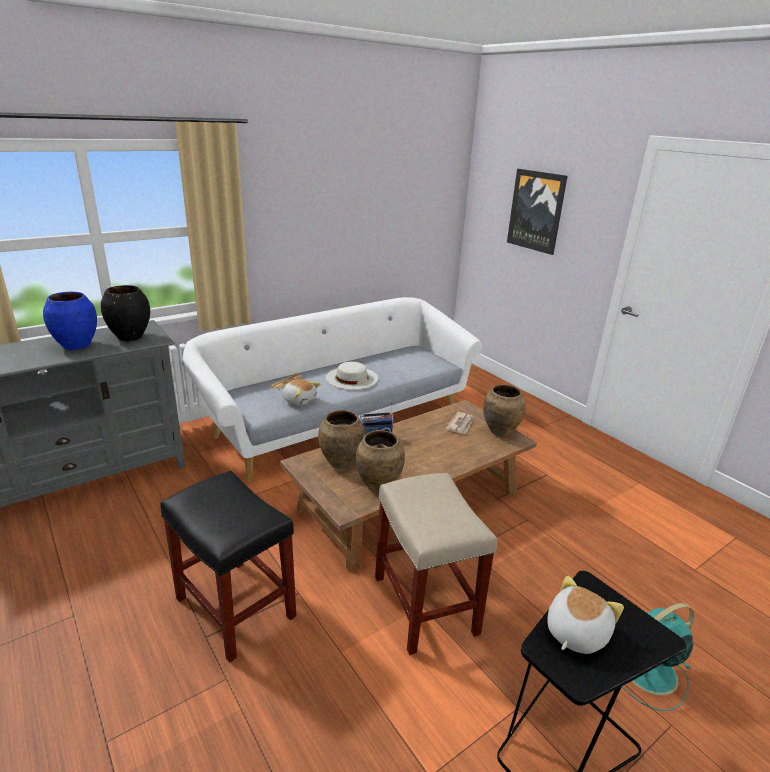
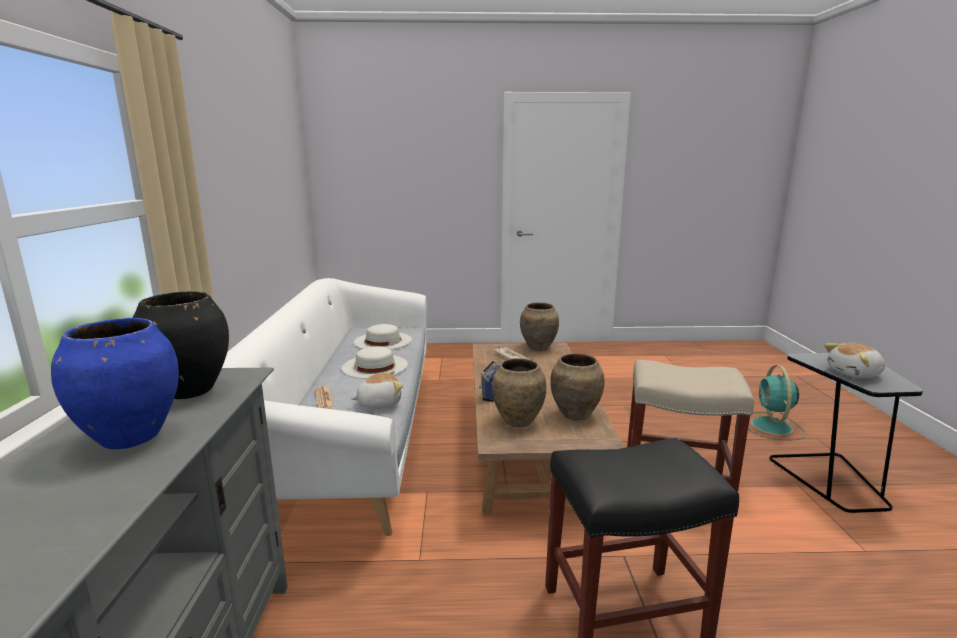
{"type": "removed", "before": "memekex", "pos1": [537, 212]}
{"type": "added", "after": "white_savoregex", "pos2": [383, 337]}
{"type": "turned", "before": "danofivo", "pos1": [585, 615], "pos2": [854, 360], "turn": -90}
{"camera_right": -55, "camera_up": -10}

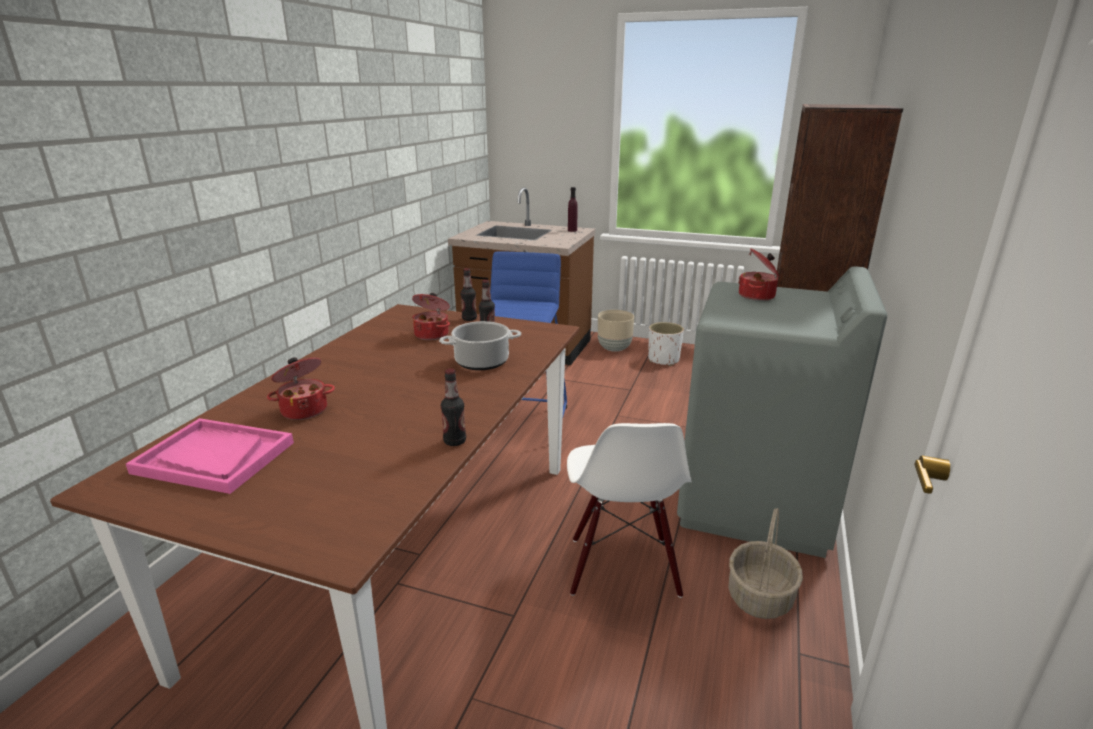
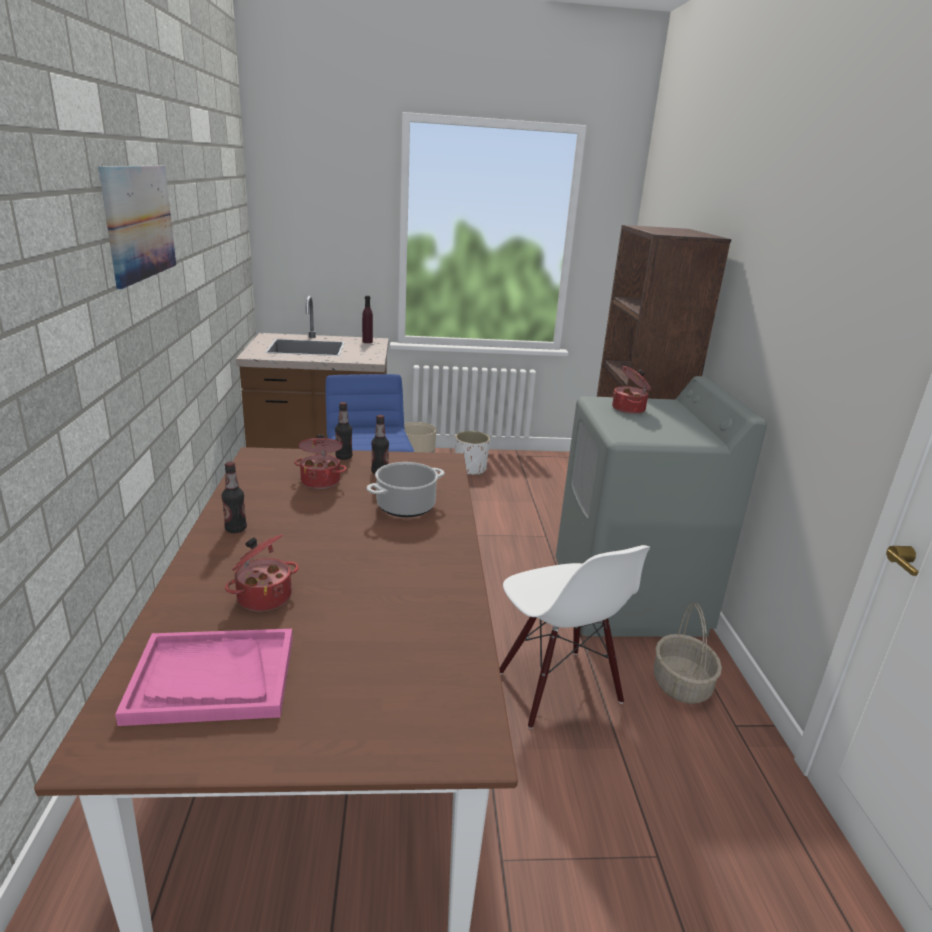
{"type": "added", "after": "memekex", "pos2": [137, 227]}
{"type": "moved", "before": "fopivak", "pos1": [453, 407], "pos2": [234, 497]}
{"camera_right": -25, "camera_up": 0}

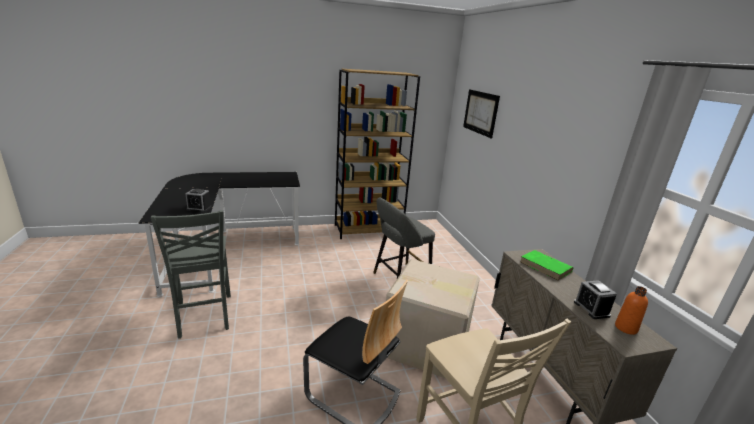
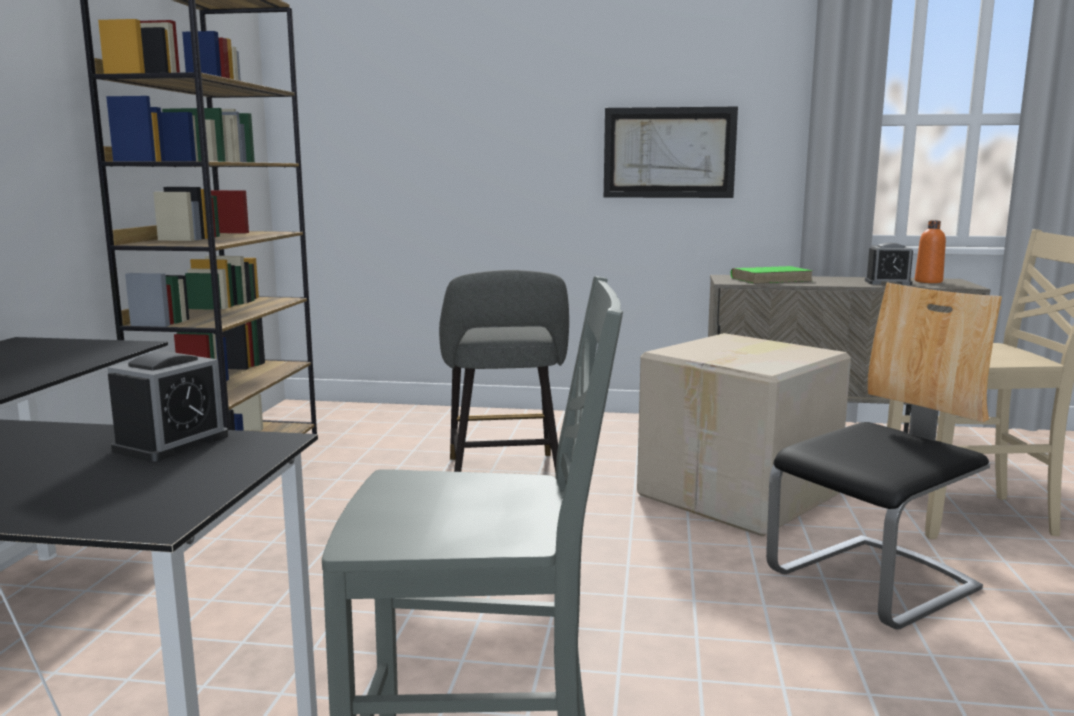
{"type": "moved", "before": "memekex", "pos1": [481, 113], "pos2": [671, 152]}
{"camera_right": -65, "camera_up": -10}

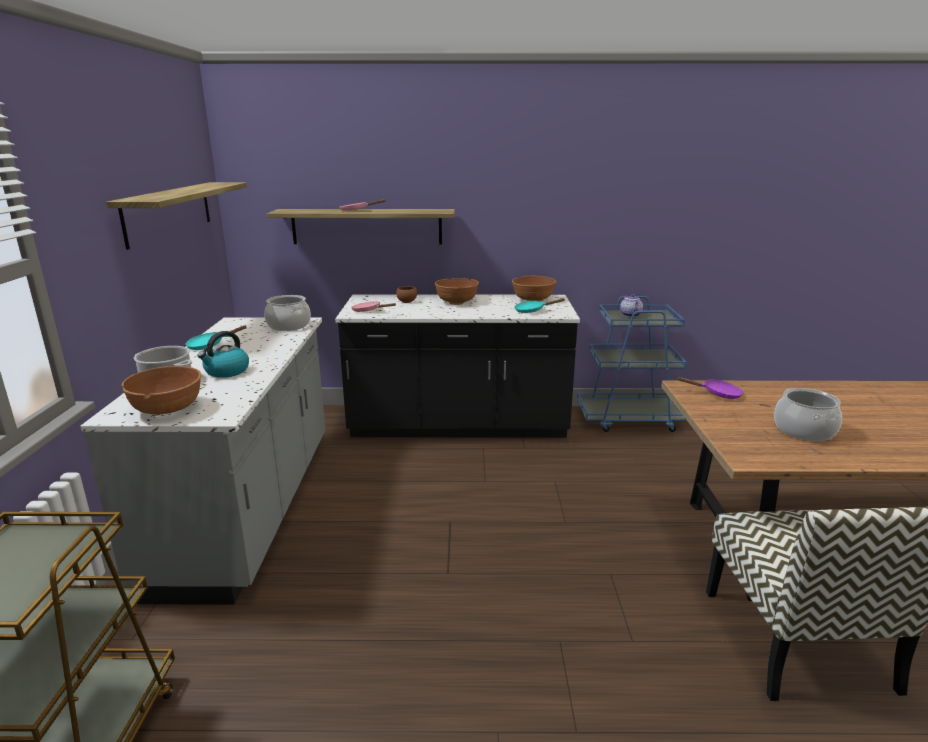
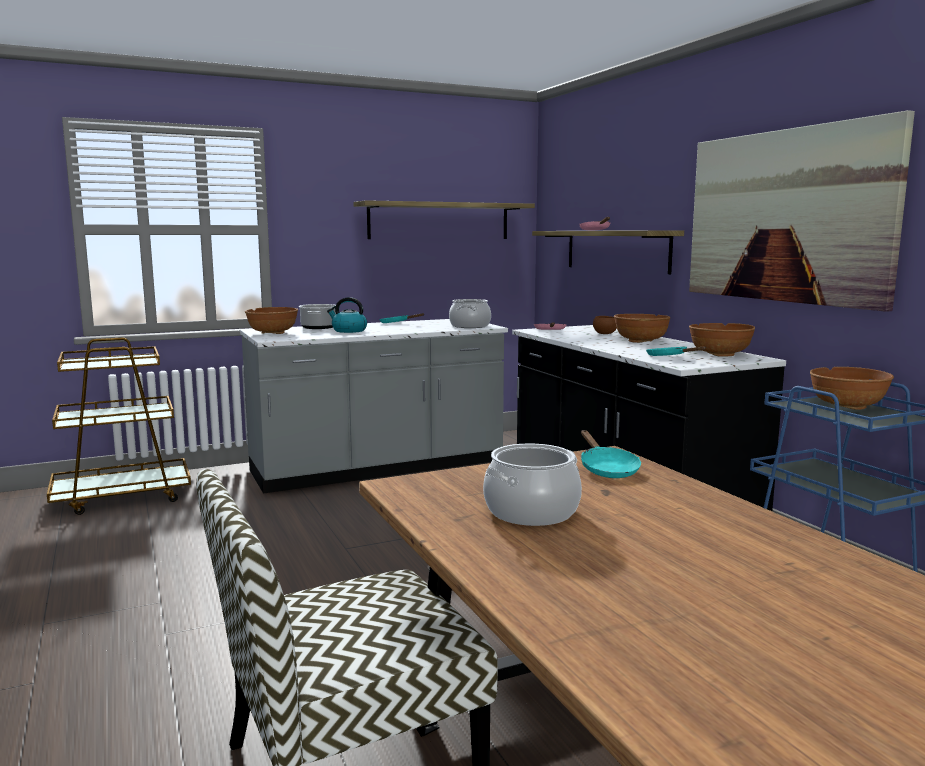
{"type": "added", "after": "memekex", "pos2": [802, 211]}
{"type": "replaced", "before": "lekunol", "after": "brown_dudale", "pos1": [631, 305], "pos2": [852, 388]}
{"type": "recoloured", "before": "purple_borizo", "after": "turquoise_borizo", "pos1": [709, 388], "pos2": [611, 454]}
{"camera_right": 65, "camera_up": -10}

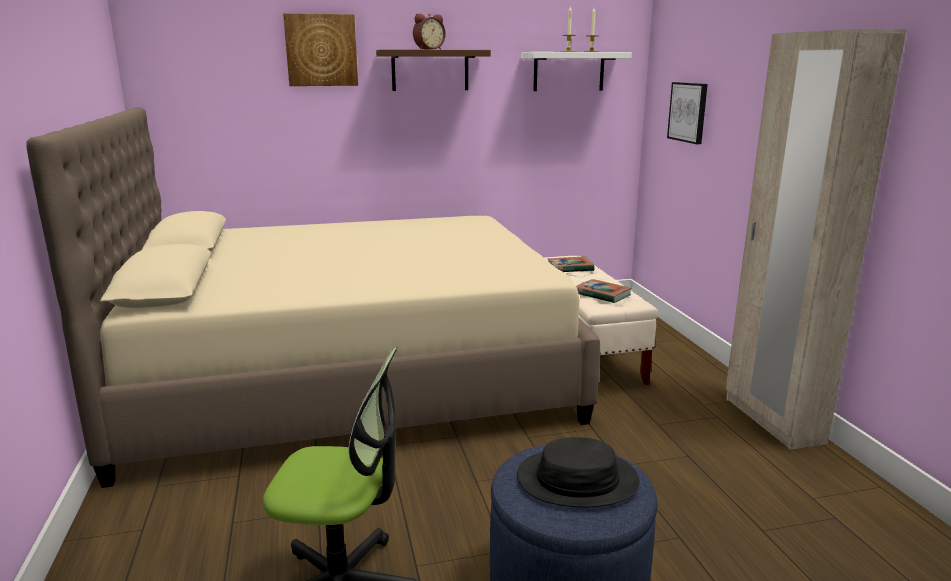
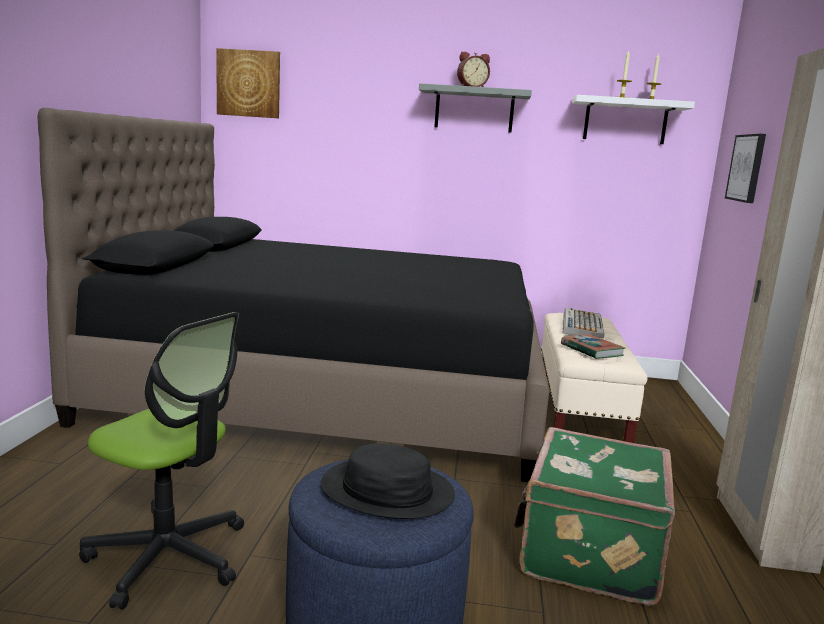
{"type": "added", "after": "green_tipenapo", "pos2": [594, 516]}
{"type": "moved", "before": "memekex", "pos1": [320, 49], "pos2": [248, 83]}
{"type": "replaced", "before": "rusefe", "after": "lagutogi", "pos1": [571, 264], "pos2": [583, 323]}
{"type": "recoloured", "before": "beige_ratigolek", "after": "black_ratigolek", "pos1": [313, 297], "pos2": [293, 295]}
{"type": "recoloured", "before": "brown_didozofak", "after": "grey_didozofak", "pos1": [433, 70], "pos2": [475, 107]}
{"camera_right": 20, "camera_up": -5}

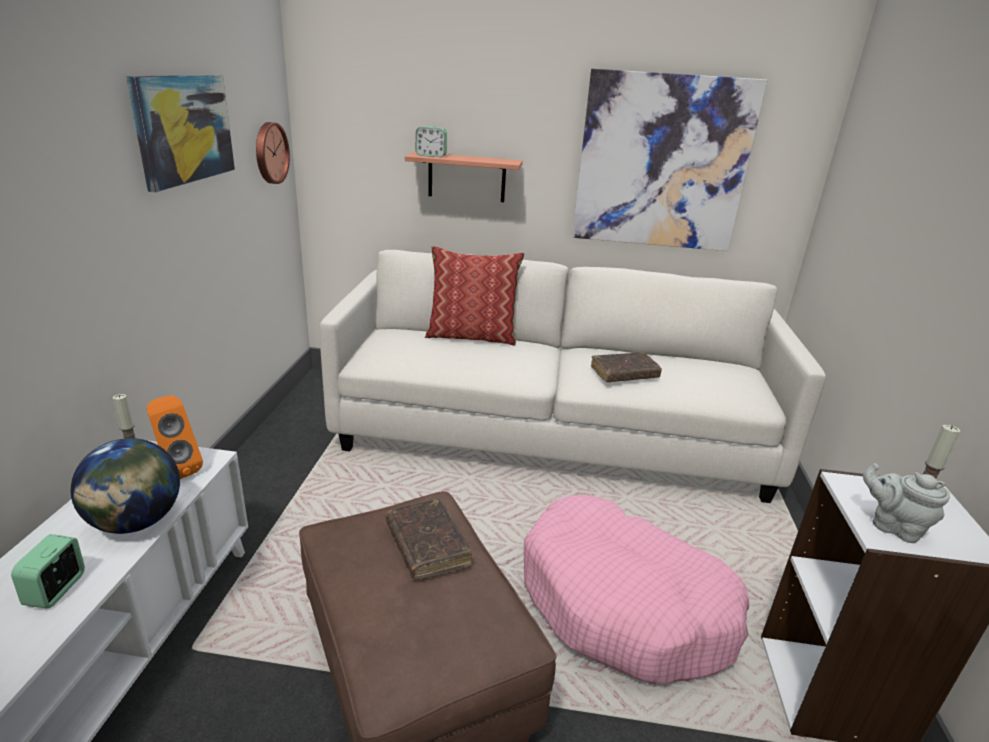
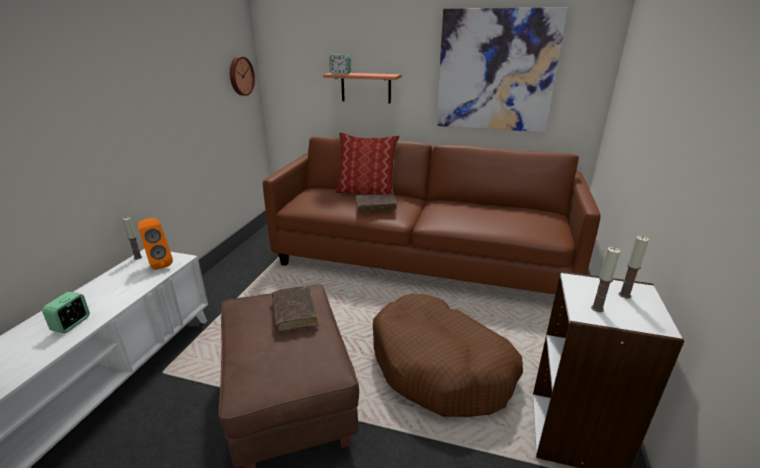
{"type": "removed", "before": "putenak", "pos1": [125, 486]}
{"type": "removed", "before": "memekex", "pos1": [180, 133]}
{"type": "moved", "before": "brown_rusefe", "pos1": [626, 367], "pos2": [376, 203]}
{"type": "replaced", "before": "grey_lekunol", "after": "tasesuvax", "pos1": [906, 503], "pos2": [606, 279]}
{"type": "recoloured", "before": "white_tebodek", "after": "brown_tebodek", "pos1": [573, 376], "pos2": [431, 215]}
{"type": "recoloured", "before": "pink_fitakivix", "after": "brown_fitakivix", "pos1": [636, 589], "pos2": [448, 355]}
{"camera_right": 10, "camera_up": 0}

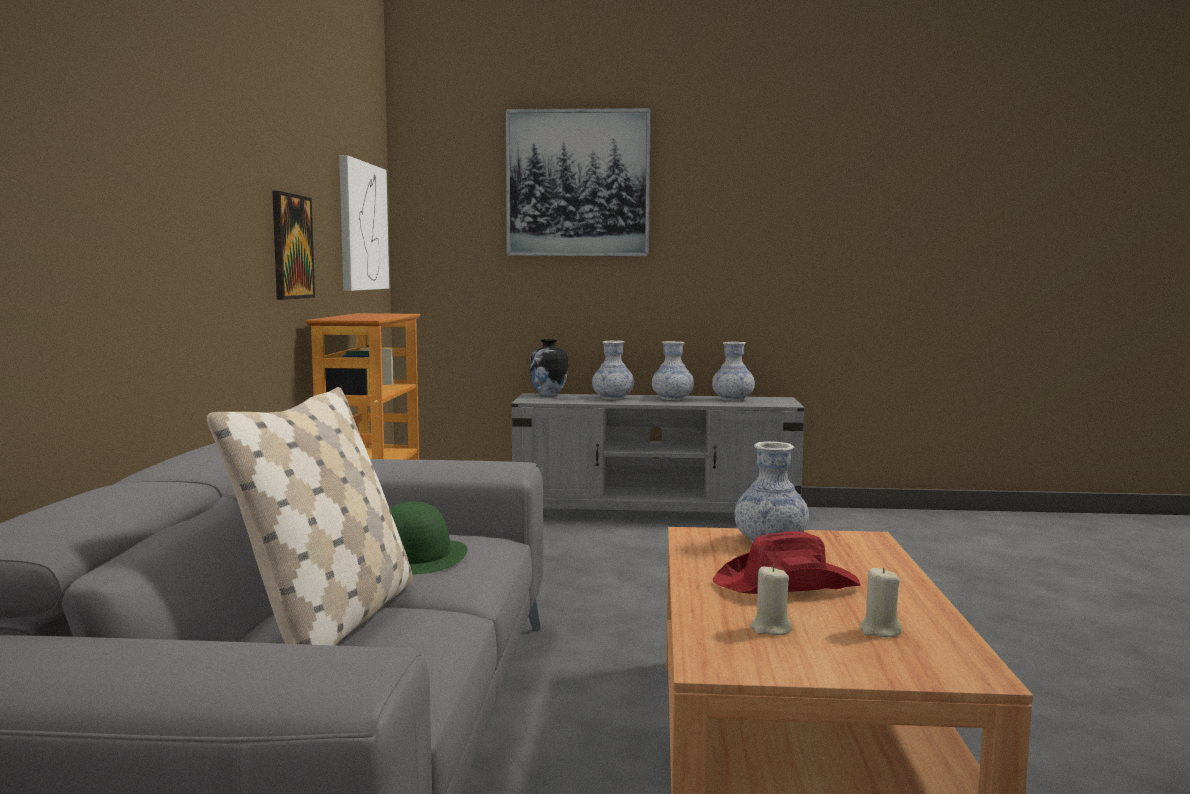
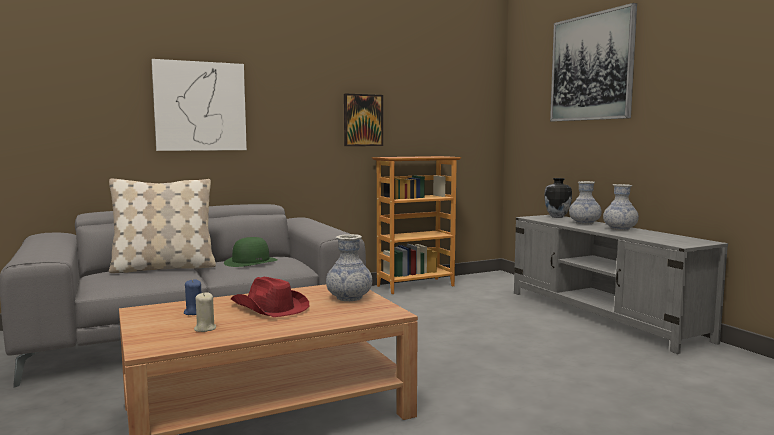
{"type": "removed", "before": "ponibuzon", "pos1": [733, 371]}
{"type": "moved", "before": "memekex", "pos1": [364, 223], "pos2": [199, 105]}
{"type": "recoloured", "before": "beige_tasesuvax", "after": "blue_tasesuvax", "pos1": [771, 600], "pos2": [192, 297]}
{"camera_right": 60, "camera_up": 0}

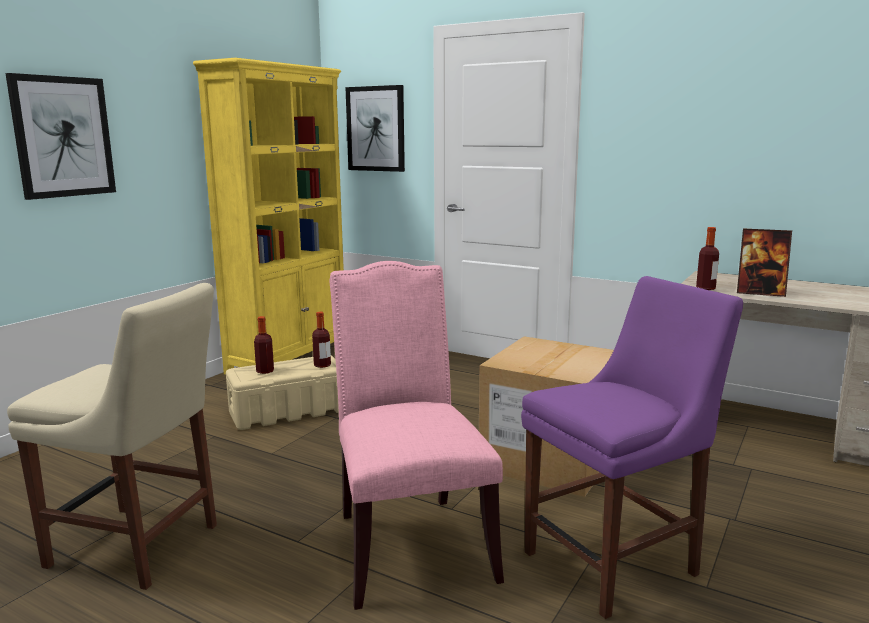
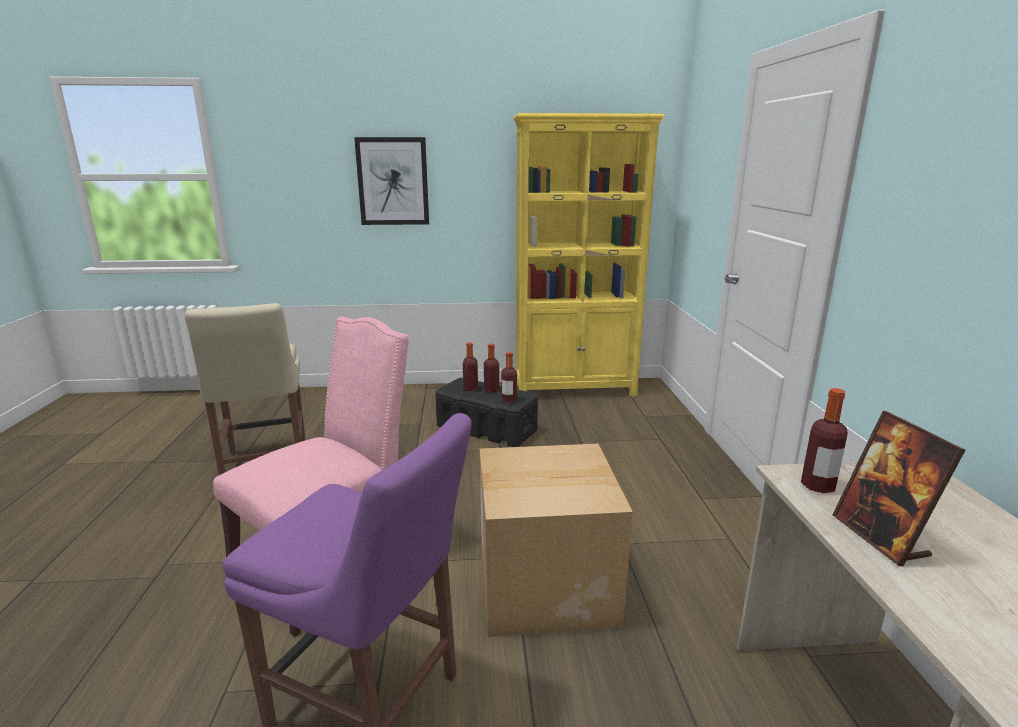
{"type": "removed", "before": "memekex", "pos1": [375, 128]}
{"type": "added", "after": "fopivak", "pos2": [491, 368]}
{"type": "recoloured", "before": "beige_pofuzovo", "after": "black_pofuzovo", "pos1": [282, 392], "pos2": [486, 412]}
{"camera_right": 55, "camera_up": 5}

